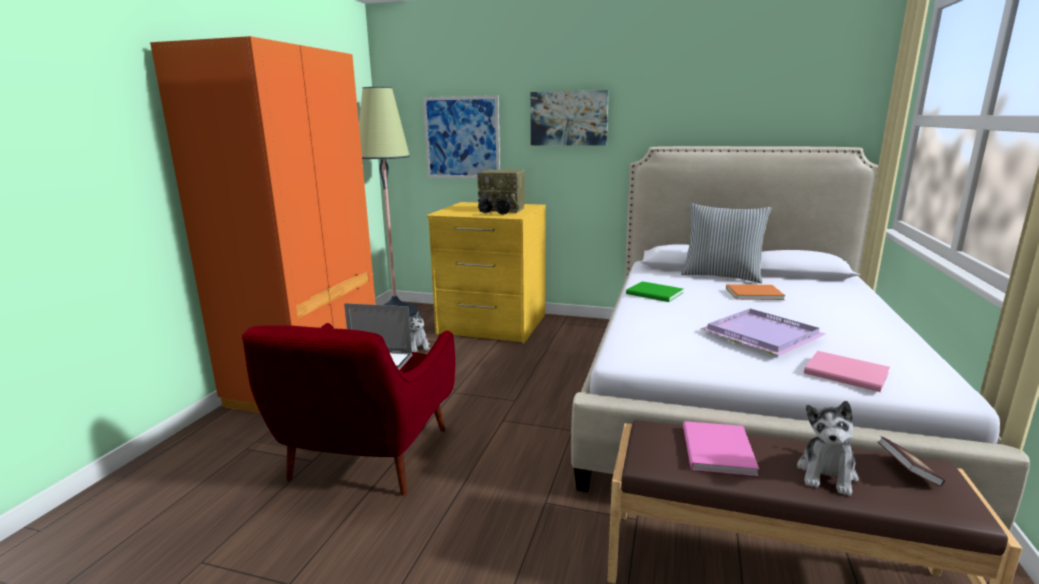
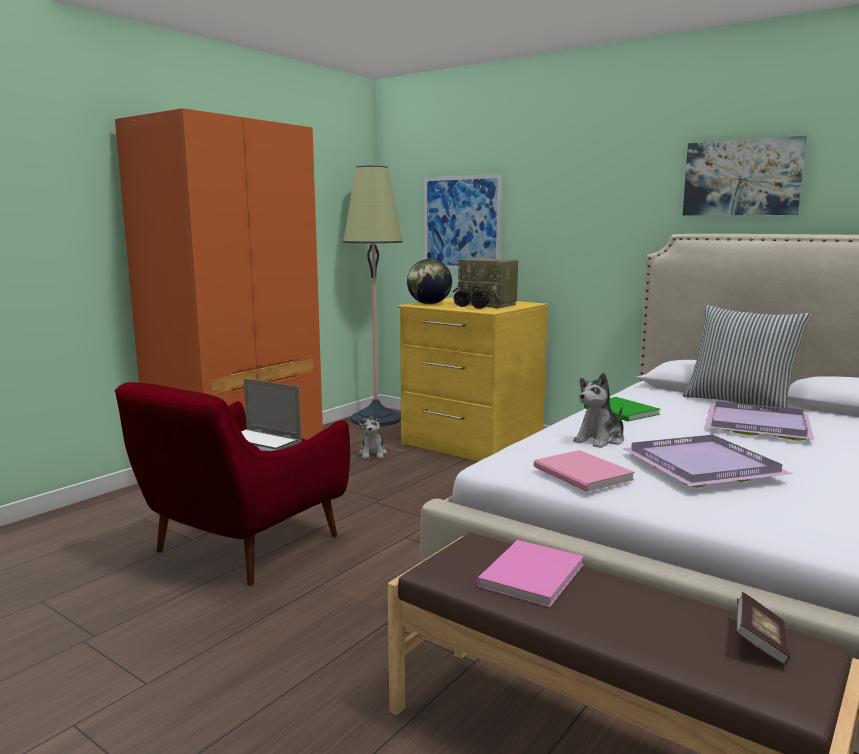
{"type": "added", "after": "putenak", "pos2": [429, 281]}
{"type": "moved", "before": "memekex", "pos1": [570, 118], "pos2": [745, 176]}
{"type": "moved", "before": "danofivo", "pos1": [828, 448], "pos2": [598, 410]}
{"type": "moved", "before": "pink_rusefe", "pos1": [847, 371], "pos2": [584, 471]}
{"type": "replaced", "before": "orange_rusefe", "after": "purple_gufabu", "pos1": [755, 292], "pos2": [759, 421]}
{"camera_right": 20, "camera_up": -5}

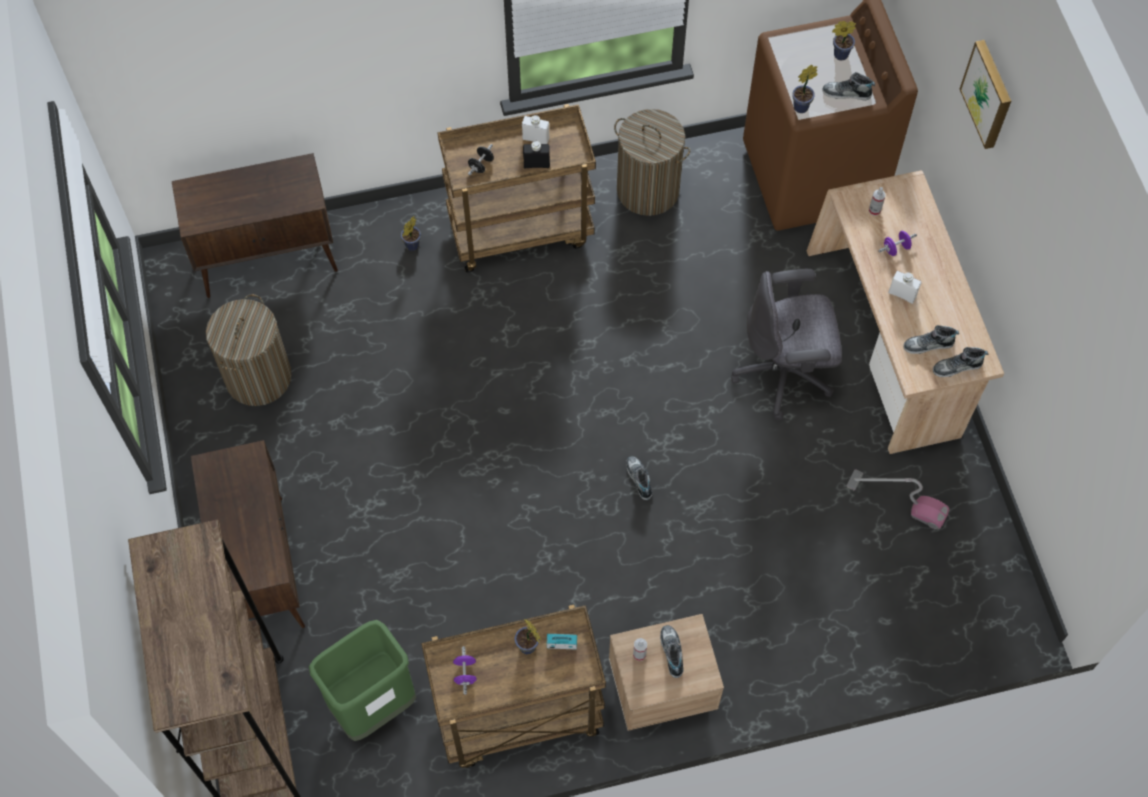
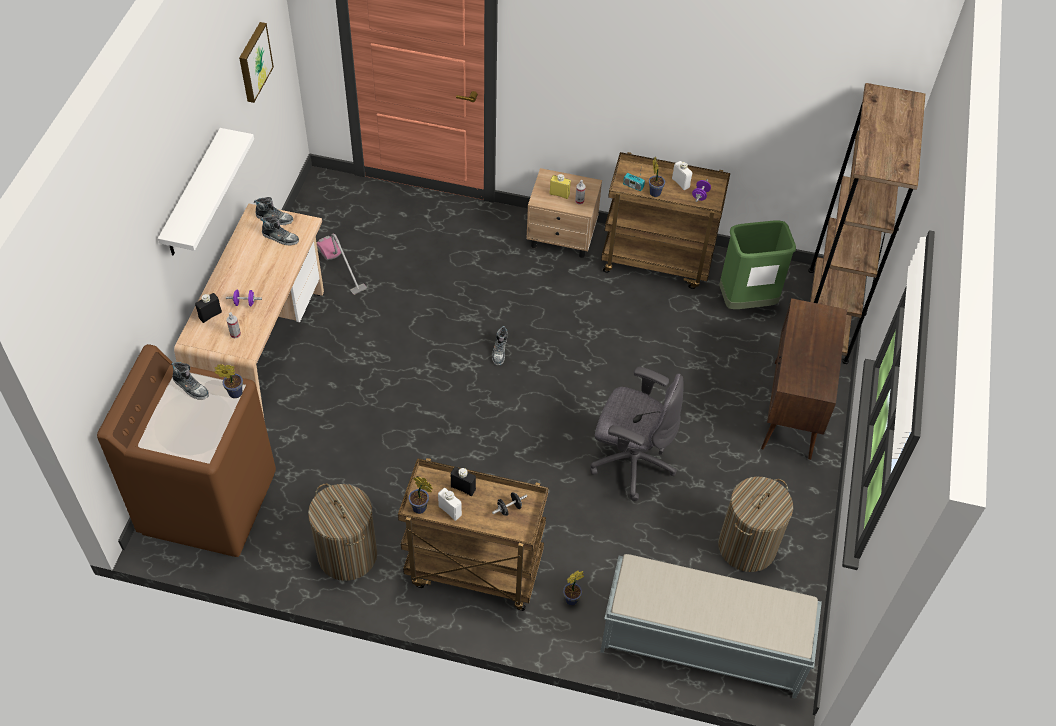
{"type": "added", "after": "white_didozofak", "pos2": [206, 191]}
{"type": "added", "after": "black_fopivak", "pos2": [208, 308]}
{"type": "moved", "before": "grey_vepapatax", "pos1": [786, 345], "pos2": [637, 434]}
{"type": "moved", "before": "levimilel", "pos1": [844, 40], "pos2": [421, 495]}
{"type": "moved", "before": "white_fopivak", "pos1": [904, 287], "pos2": [682, 175]}
{"type": "moved", "before": "memekex", "pos1": [985, 94], "pos2": [256, 62]}
{"type": "replaced", "before": "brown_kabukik", "after": "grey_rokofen", "pos1": [255, 225], "pos2": [711, 626]}
{"type": "replaced", "before": "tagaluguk", "after": "yellow_fopivak", "pos1": [672, 651], "pos2": [560, 186]}
{"camera_right": -155, "camera_up": -10}

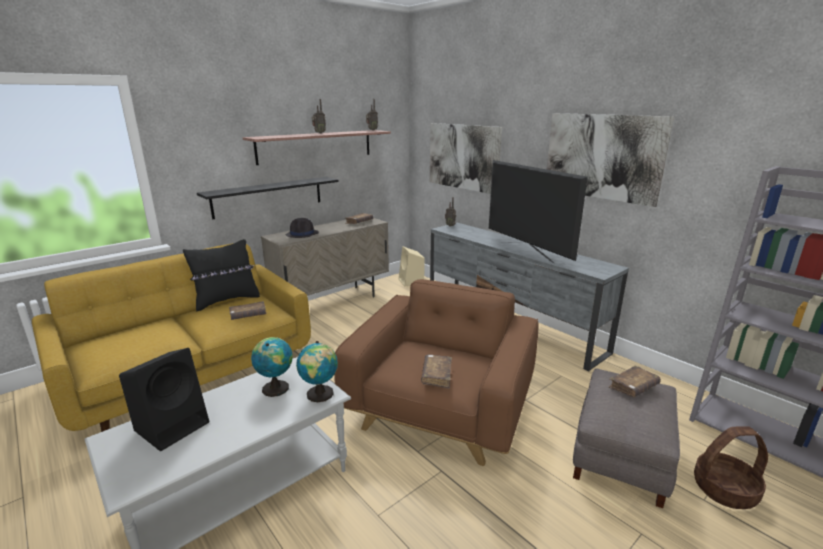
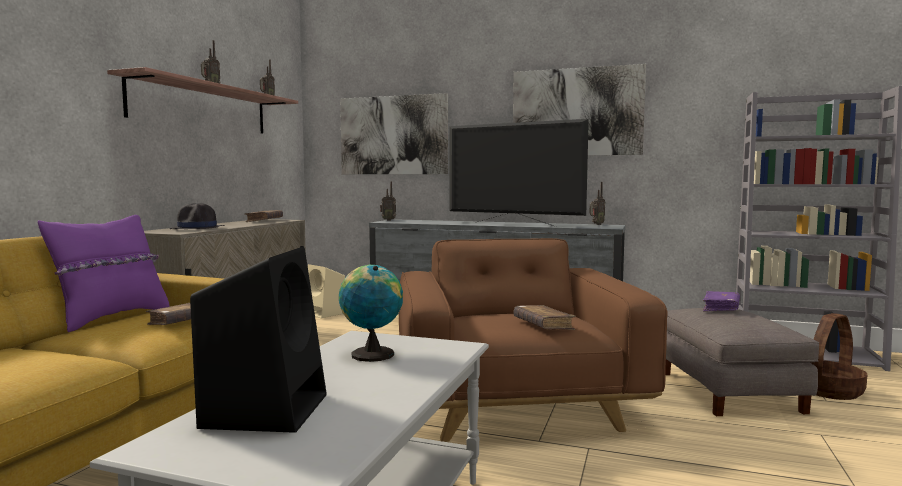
{"type": "removed", "before": "black_didozofak", "pos1": [268, 198]}
{"type": "removed", "before": "putenak", "pos1": [317, 371]}
{"type": "added", "after": "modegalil", "pos2": [597, 203]}
{"type": "recoloured", "before": "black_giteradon", "after": "purple_giteradon", "pos1": [221, 275], "pos2": [103, 273]}
{"type": "recoloured", "before": "brown_rusefe", "after": "purple_rusefe", "pos1": [635, 381], "pos2": [721, 301]}
{"camera_right": -30, "camera_up": -15}

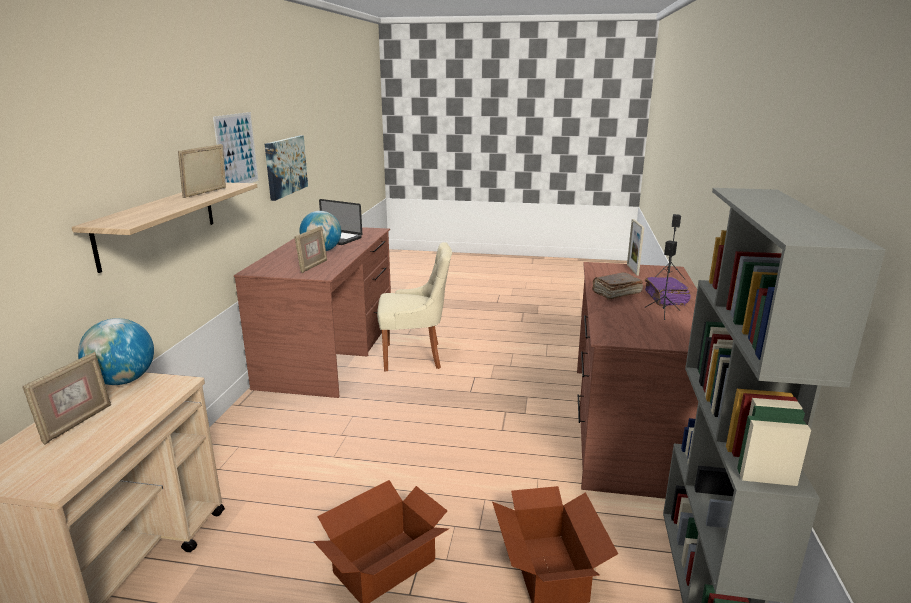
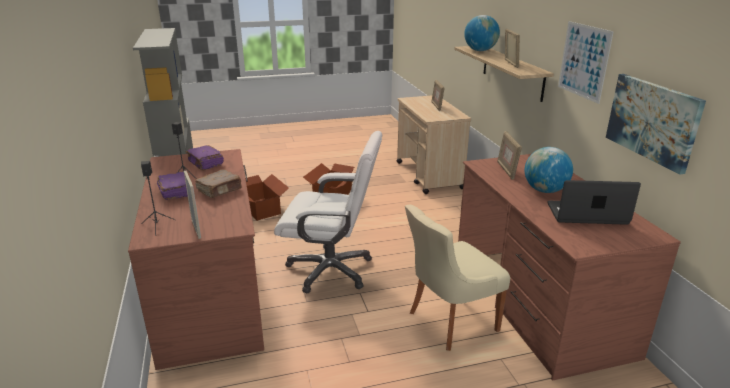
{"type": "added", "after": "purple_rusefe", "pos2": [205, 157]}
{"type": "added", "after": "white_vepapatax", "pos2": [328, 212]}
{"type": "moved", "before": "putenak", "pos1": [116, 351], "pos2": [482, 33]}
{"camera_right": 155, "camera_up": 5}

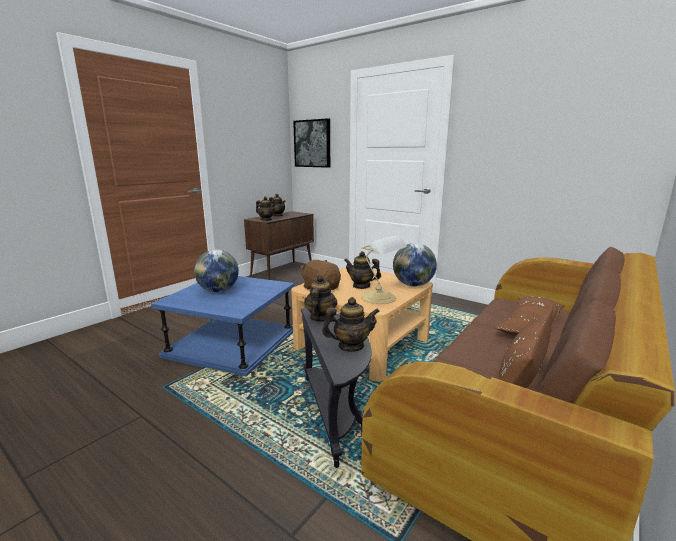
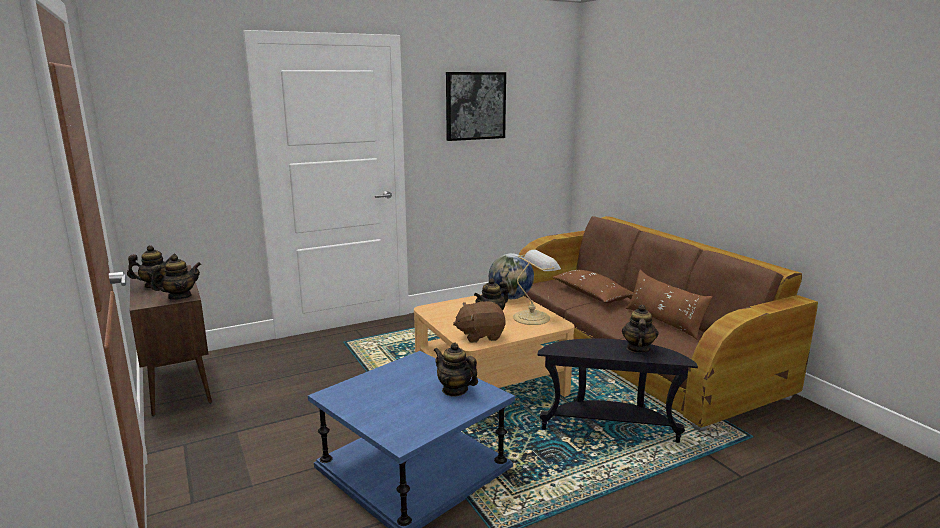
{"type": "removed", "before": "putenak", "pos1": [216, 271]}
{"type": "moved", "before": "memekex", "pos1": [311, 143], "pos2": [476, 106]}
{"type": "moved", "before": "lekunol", "pos1": [320, 298], "pos2": [455, 370]}
{"camera_right": -65, "camera_up": 0}

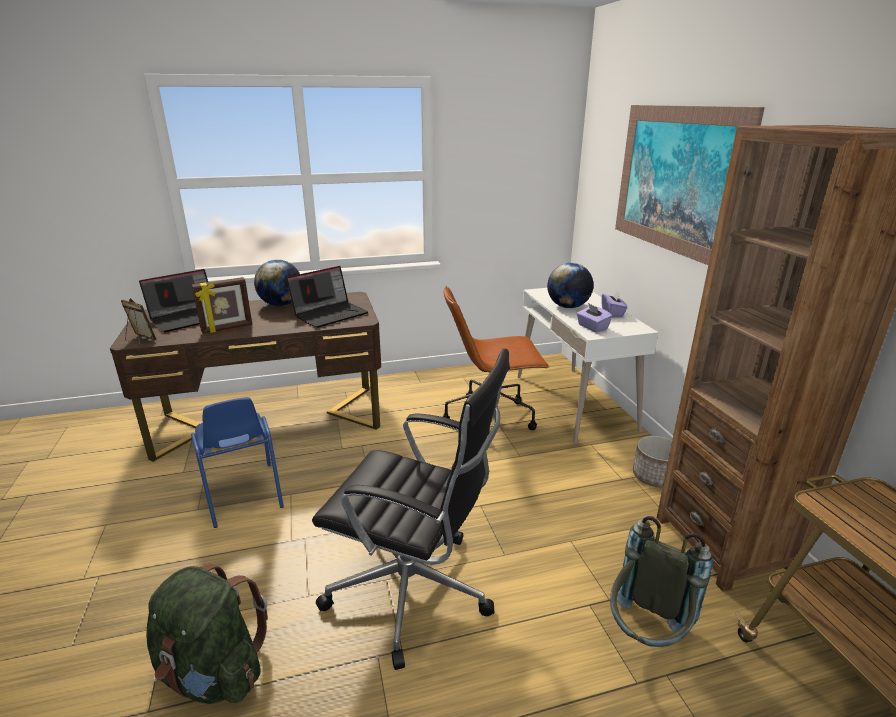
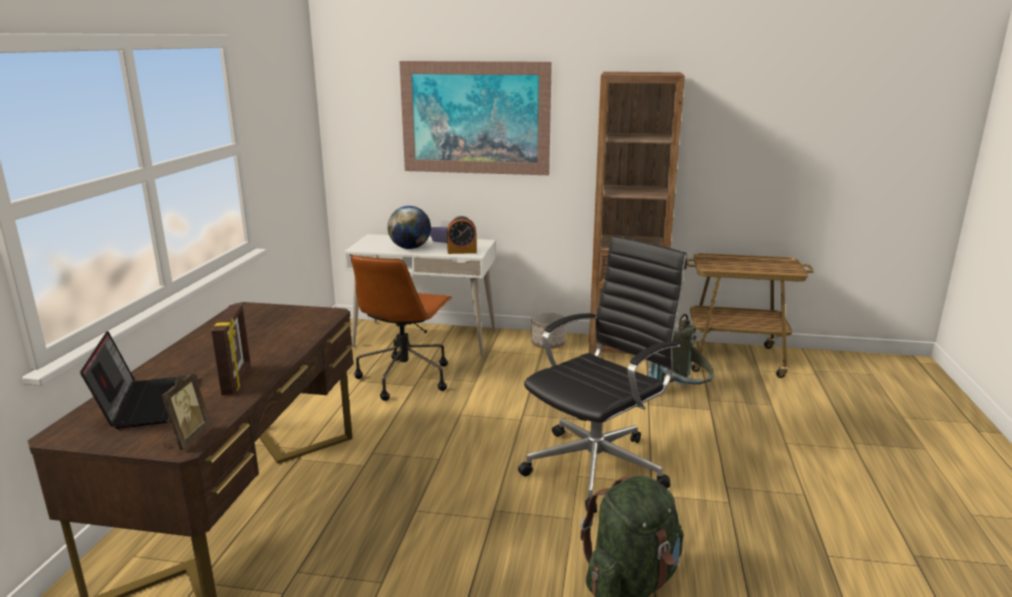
{"type": "removed", "before": "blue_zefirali", "pos1": [237, 462]}
{"type": "removed", "before": "putenak", "pos1": [277, 283]}
{"type": "removed", "before": "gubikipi", "pos1": [327, 297]}
{"type": "replaced", "before": "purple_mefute", "after": "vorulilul", "pos1": [594, 317], "pos2": [462, 235]}
{"type": "turned", "before": "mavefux", "pos1": [138, 321], "pos2": [186, 411], "turn": 135}
{"camera_right": -65, "camera_up": -5}

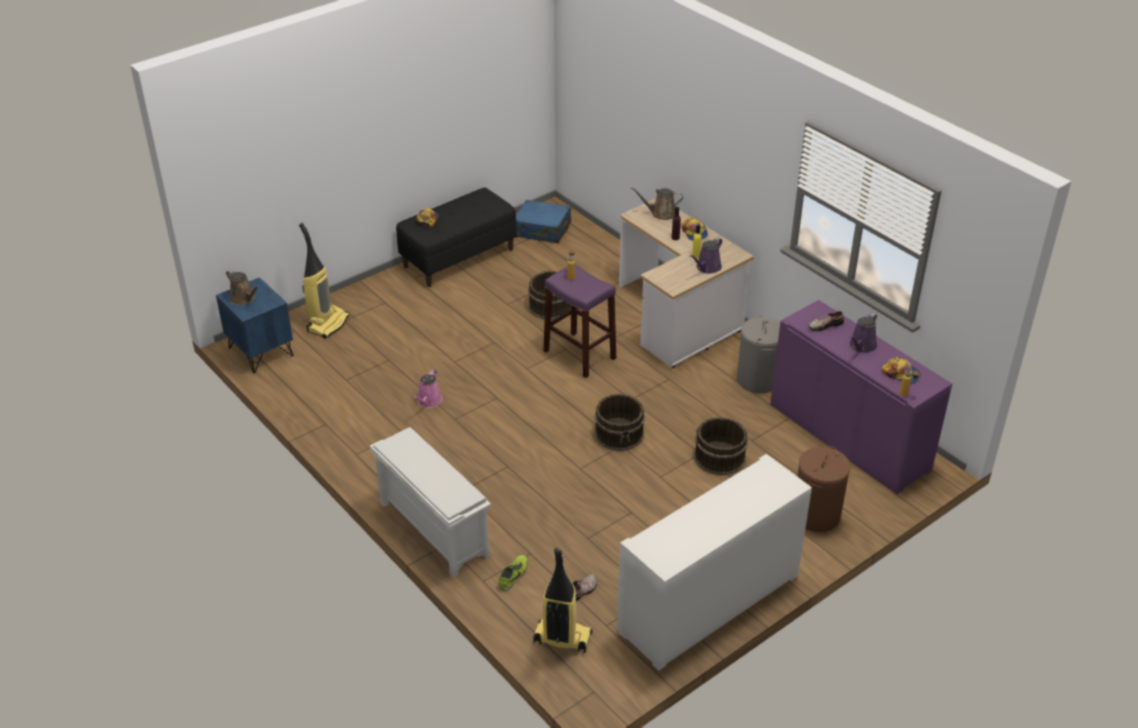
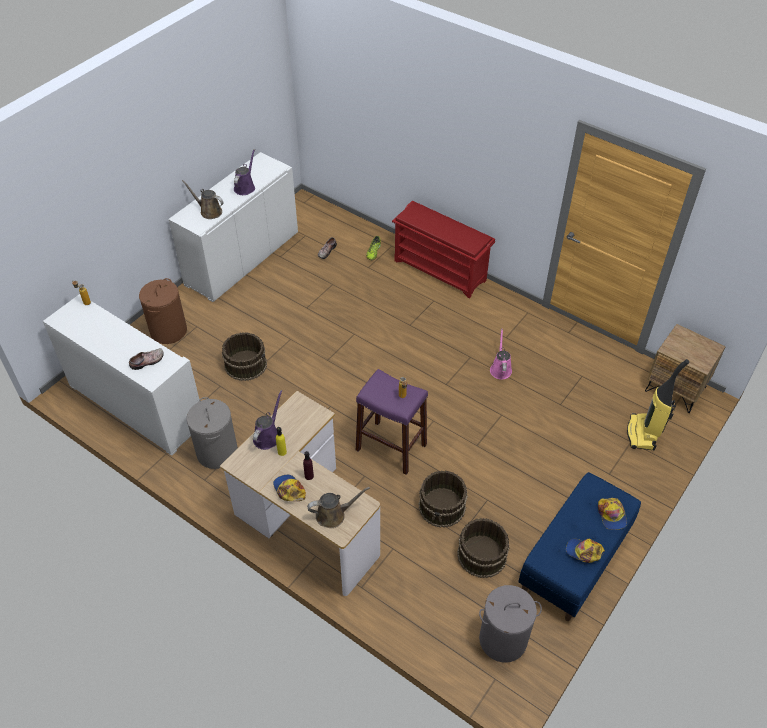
{"type": "removed", "before": "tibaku", "pos1": [563, 600]}
{"type": "moved", "before": "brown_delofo", "pos1": [243, 287], "pos2": [203, 199]}
{"type": "moved", "before": "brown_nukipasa", "pos1": [619, 422], "pos2": [483, 548]}
{"type": "moved", "before": "purple_delofo", "pos1": [863, 333], "pos2": [244, 172]}
{"type": "moved", "before": "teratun", "pos1": [901, 370], "pos2": [585, 551]}
{"type": "replaced", "before": "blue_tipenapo", "after": "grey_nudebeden", "pos1": [543, 221], "pos2": [510, 624]}
{"type": "recoloured", "before": "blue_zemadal", "after": "brown_zemadal", "pos1": [254, 325], "pos2": [685, 368]}
{"type": "recoloured", "before": "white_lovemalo", "after": "red_lovemalo", "pos1": [430, 502], "pos2": [443, 249]}
{"type": "recoloured", "before": "black_rokofen", "after": "blue_rokofen", "pos1": [456, 237], "pos2": [579, 546]}
{"type": "recoloured", "before": "purple_kabukik", "after": "white_kabukik", "pos1": [861, 397], "pos2": [121, 375]}
{"camera_right": 165, "camera_up": 10}

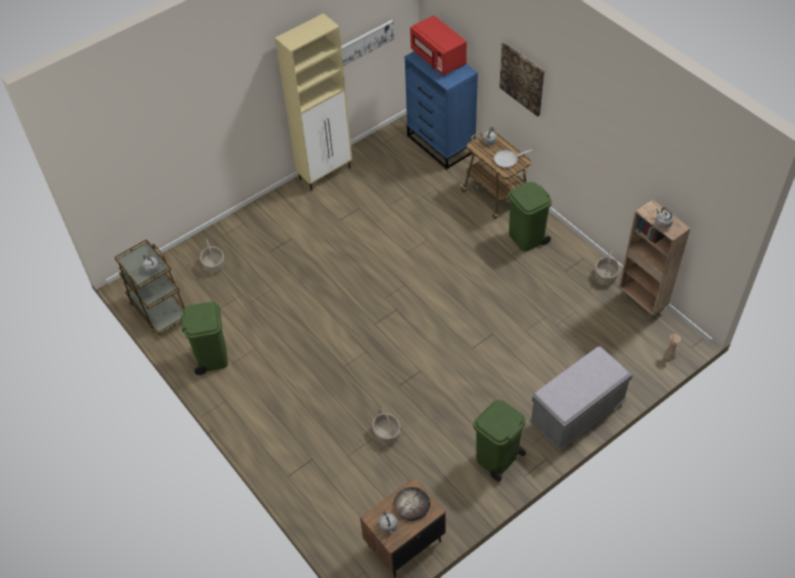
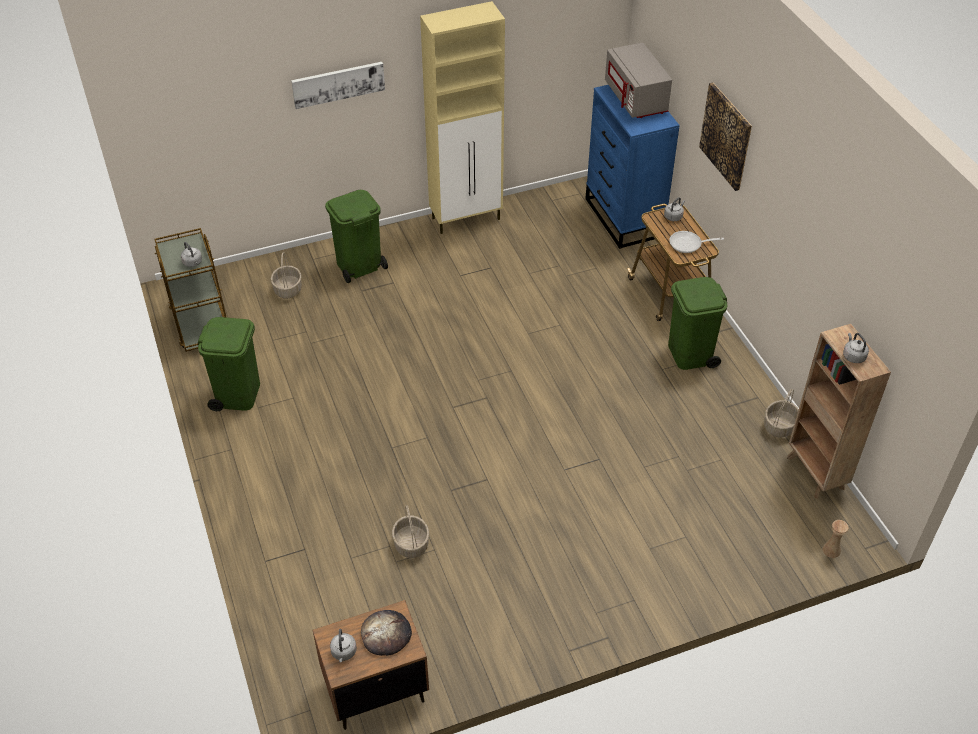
{"type": "removed", "before": "grey_rokofen", "pos1": [581, 398]}
{"type": "moved", "before": "memekex", "pos1": [367, 43], "pos2": [338, 85]}
{"type": "moved", "before": "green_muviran", "pos1": [499, 441], "pos2": [356, 236]}
{"type": "recoloured", "before": "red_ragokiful", "after": "grey_ragokiful", "pos1": [438, 45], "pos2": [638, 80]}
{"camera_right": 15, "camera_up": -5}

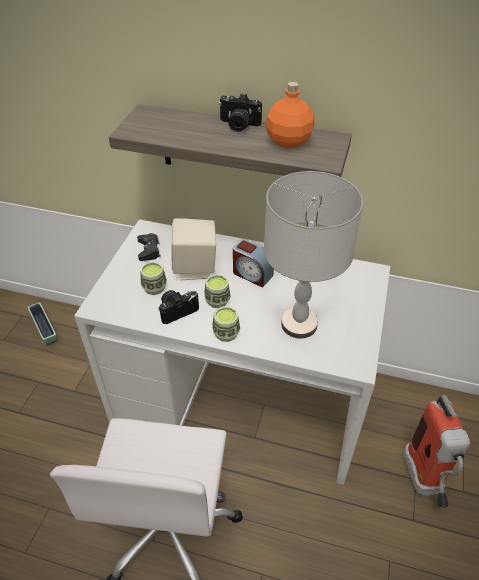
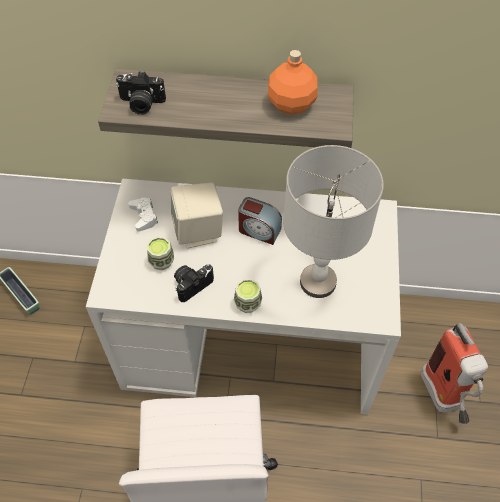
{"type": "removed", "before": "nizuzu", "pos1": [217, 291]}
{"type": "moved", "before": "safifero", "pos1": [240, 112], "pos2": [141, 93]}
{"type": "recoloured", "before": "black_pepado", "after": "white_pepado", "pos1": [148, 247], "pos2": [143, 214]}
{"camera_right": -10, "camera_up": 10}

